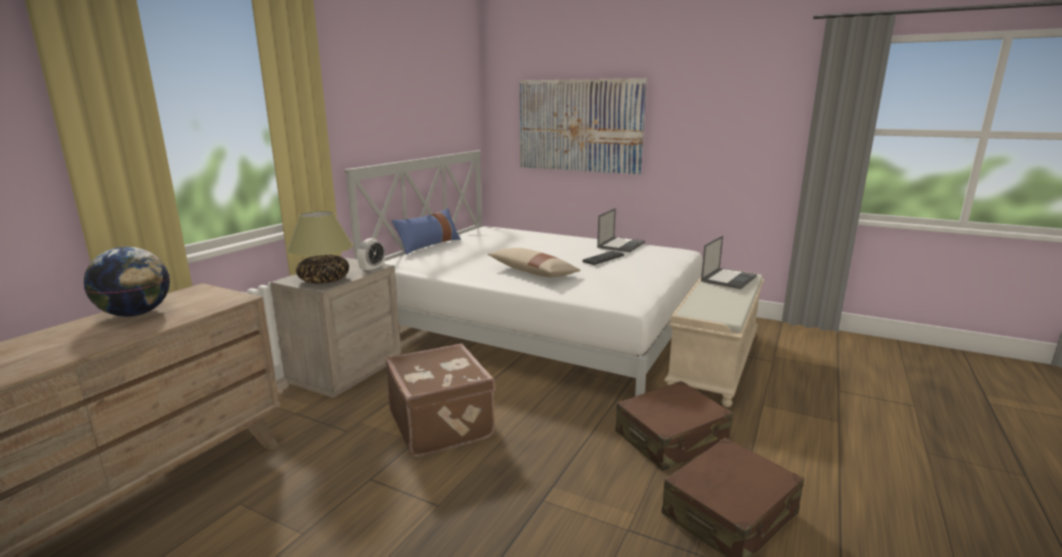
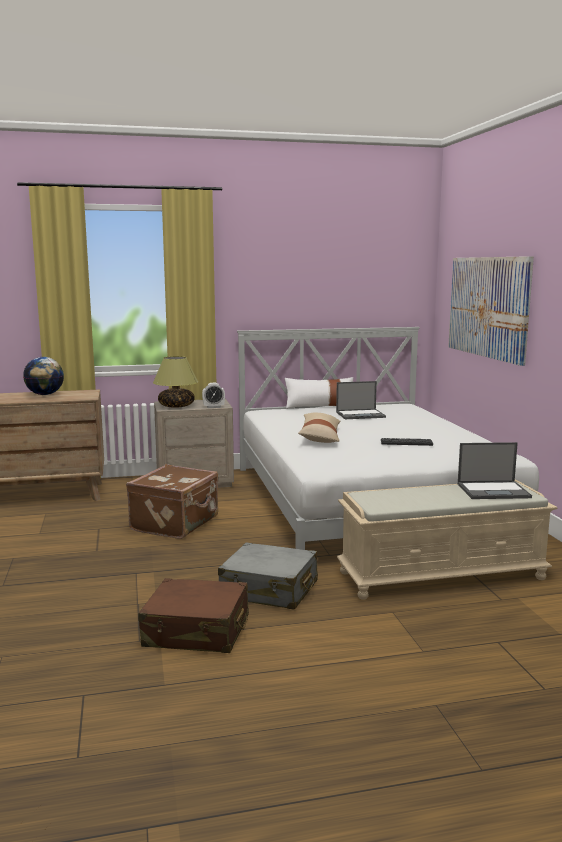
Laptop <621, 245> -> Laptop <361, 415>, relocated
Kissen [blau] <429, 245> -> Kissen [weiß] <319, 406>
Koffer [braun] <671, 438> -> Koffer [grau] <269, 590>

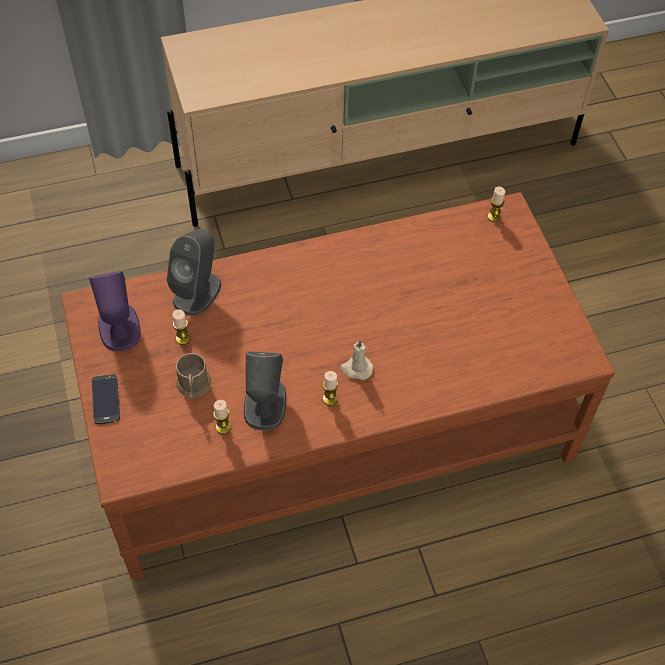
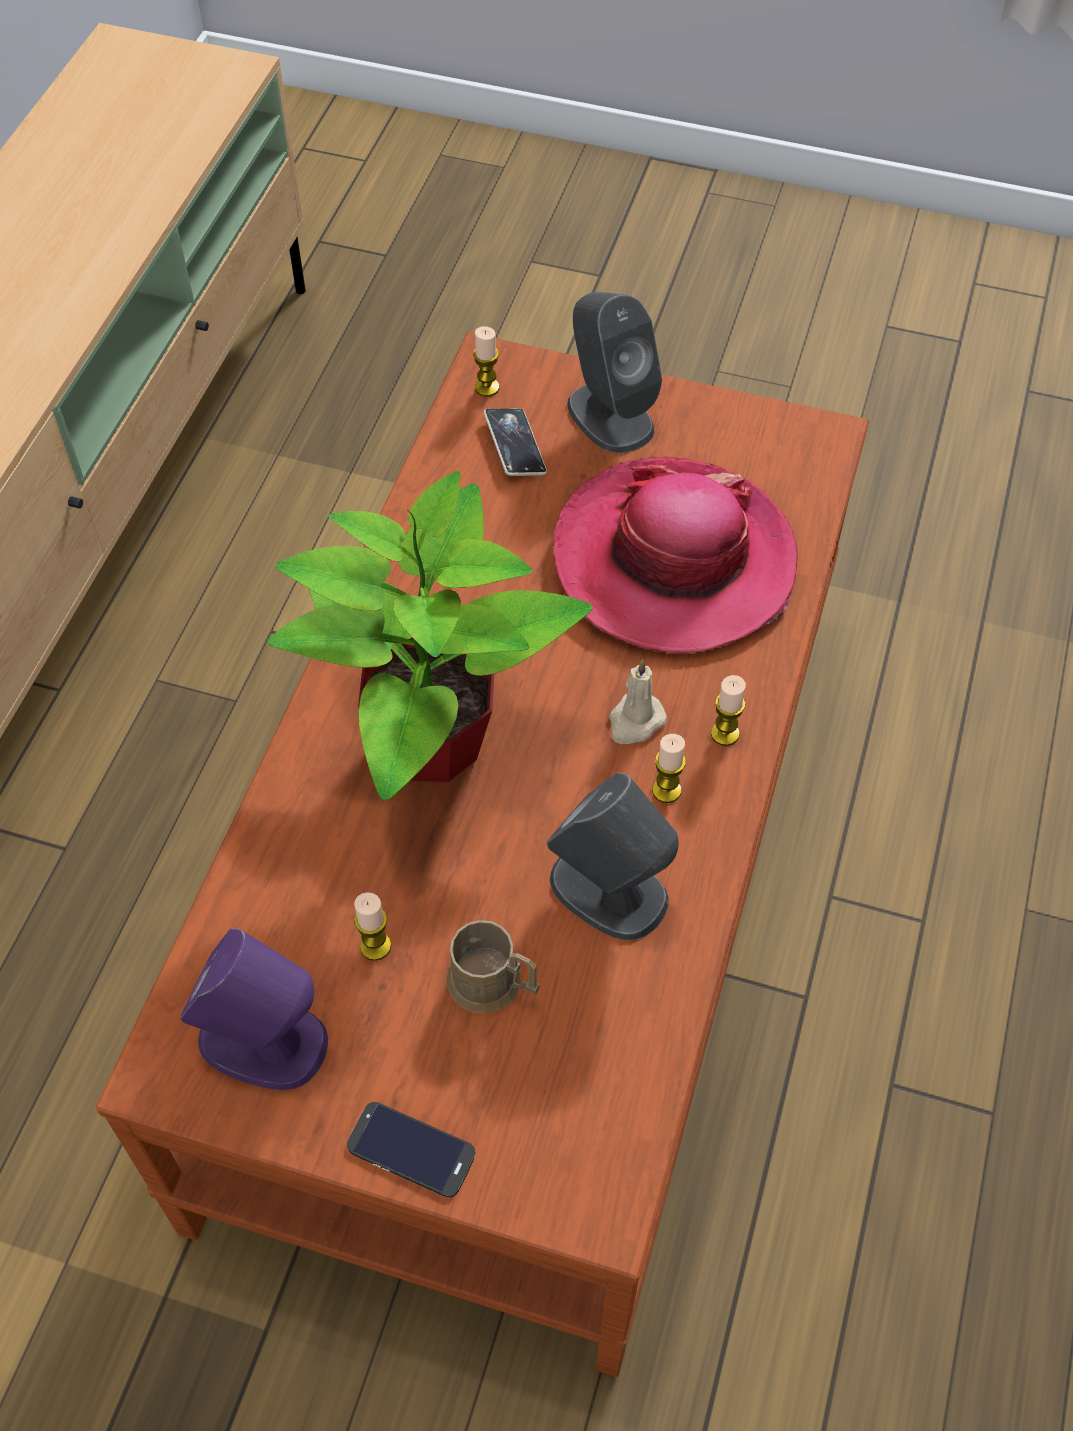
none -> Topfpflanze <429, 743>
none -> Handy <515, 446>
none -> Hut <674, 561>
Lautsprecher [grau] <197, 292> -> Lautsprecher [grau] <609, 415>, relocated
Kerze <223, 427> -> Kerze <724, 733>, relocated

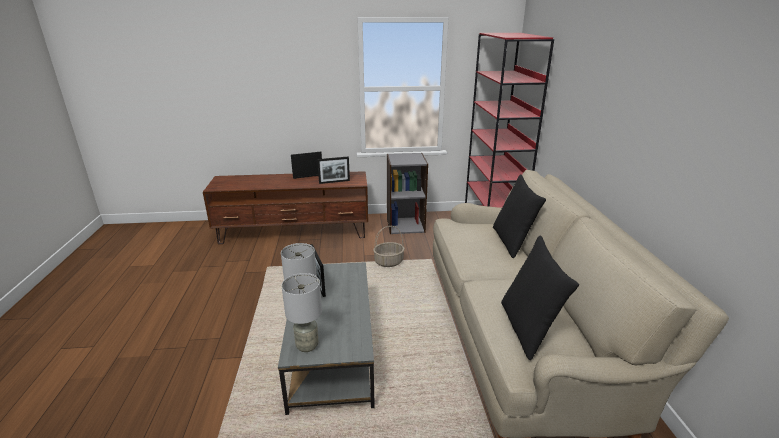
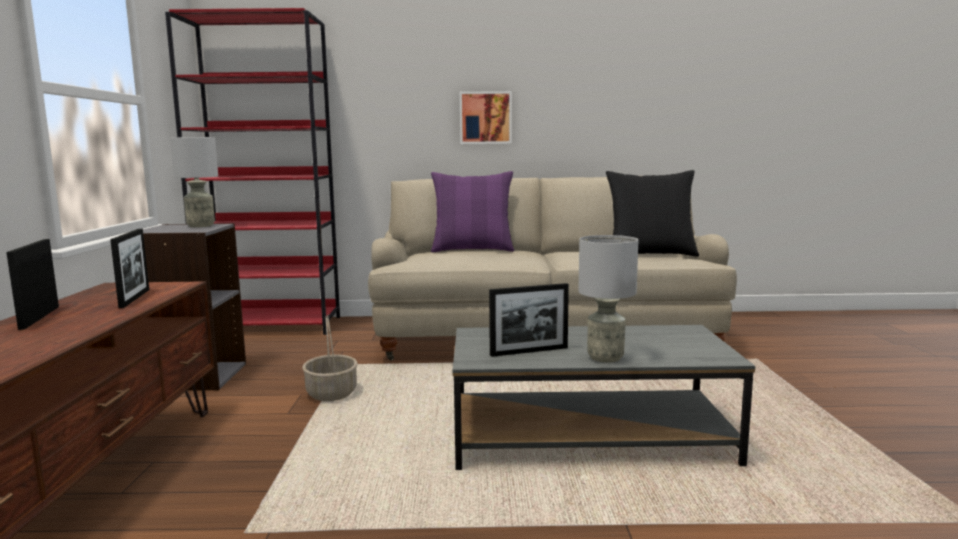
none -> Bild <485, 118>
Tischlampe [grau] <307, 345> -> Tischlampe [grau] <200, 226>, relocated
Kissen [schwarz] <511, 242> -> Kissen [lila] <472, 250>

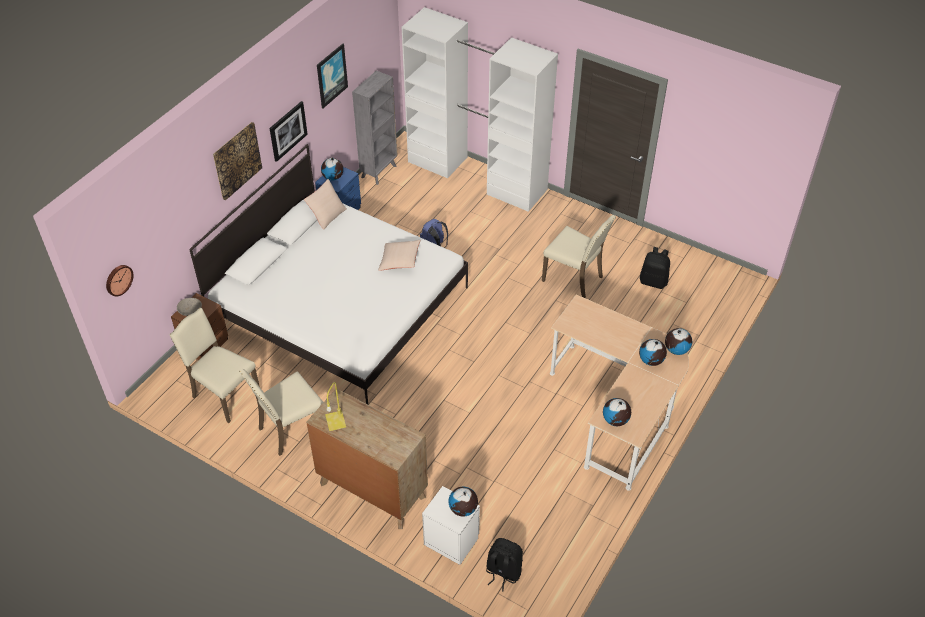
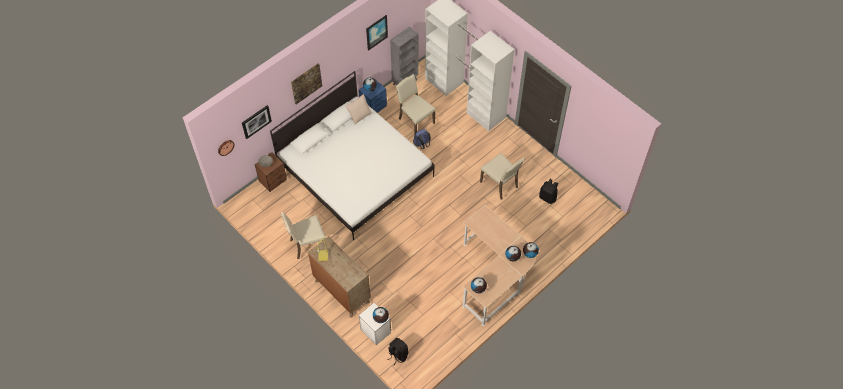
Kissen [beige] <399, 260> -> none
Stuhl [beige] <224, 394> -> Stuhl [beige] <415, 121>, relocated
Bild <287, 131> -> Bild <256, 121>, relocated

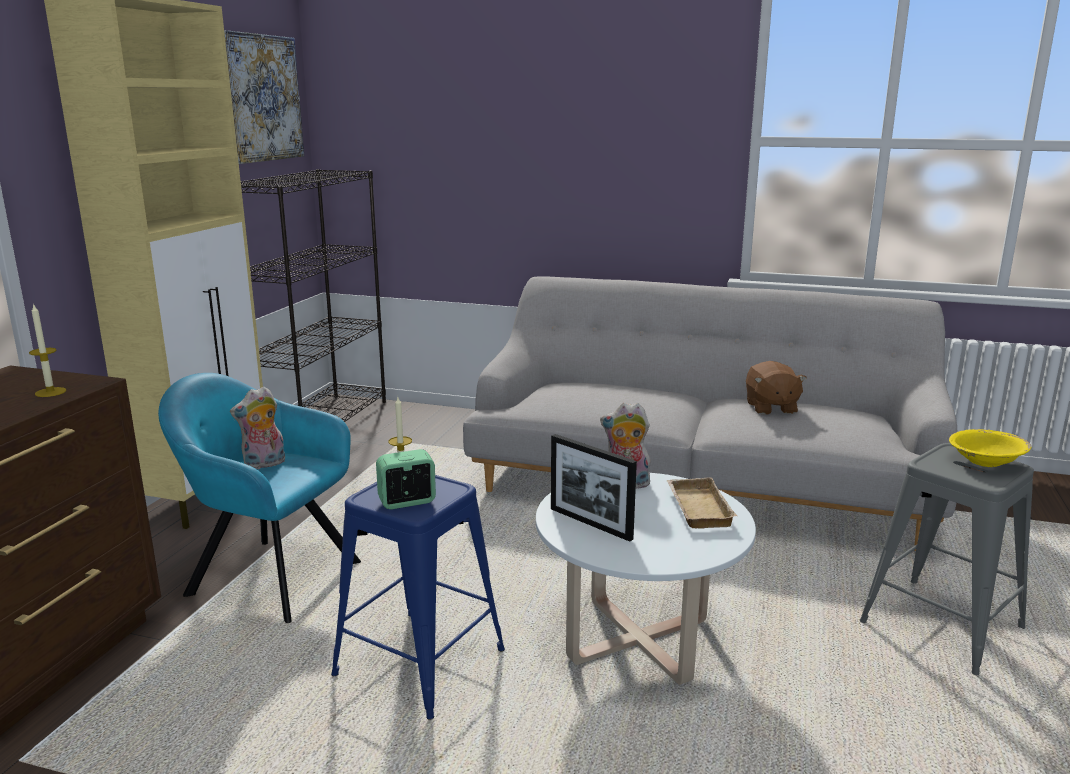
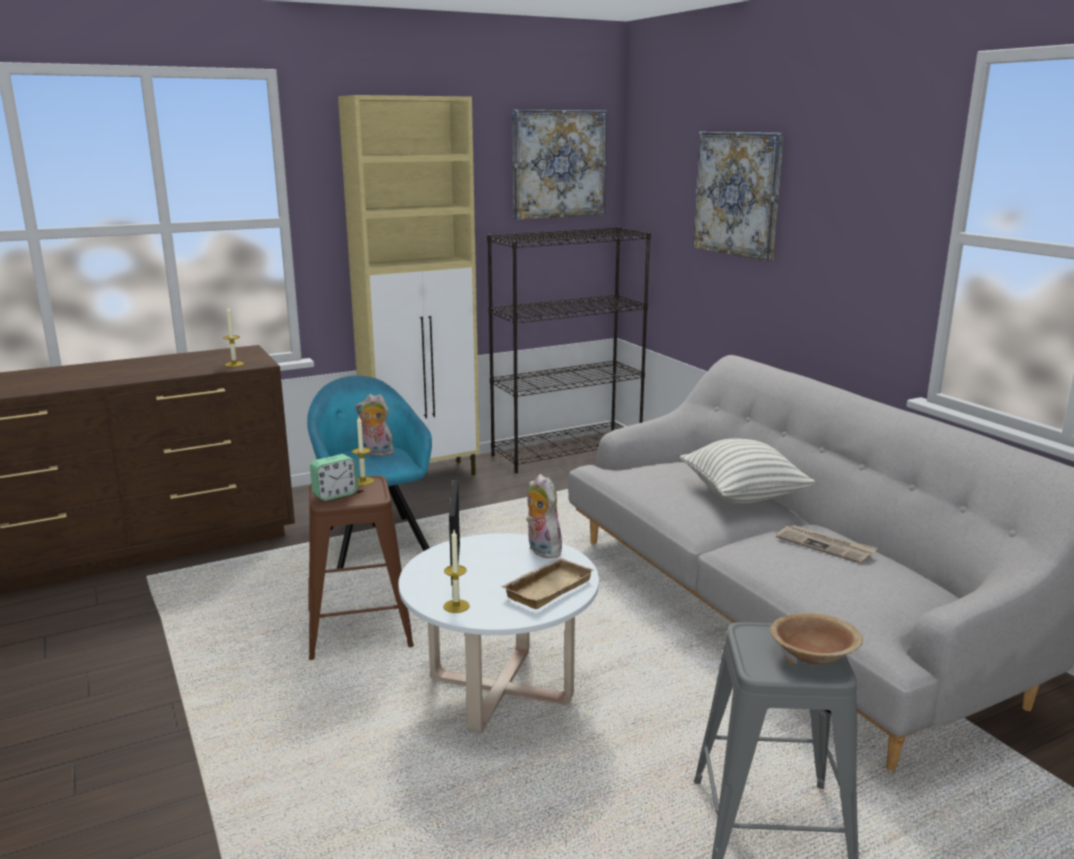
none -> Kerze <456, 606>
none -> Kissen <743, 496>
none -> Bild <737, 194>
Plüschtier [braun] <770, 407> -> Zeitung <825, 546>
Hocker [blau] <420, 662> -> Hocker [braun] <359, 627>
Schüssel [gelb] <985, 462> -> Schüssel [braun] <813, 656>
Wecker <407, 502> -> Wecker <335, 494>, 120 degrees clockwise

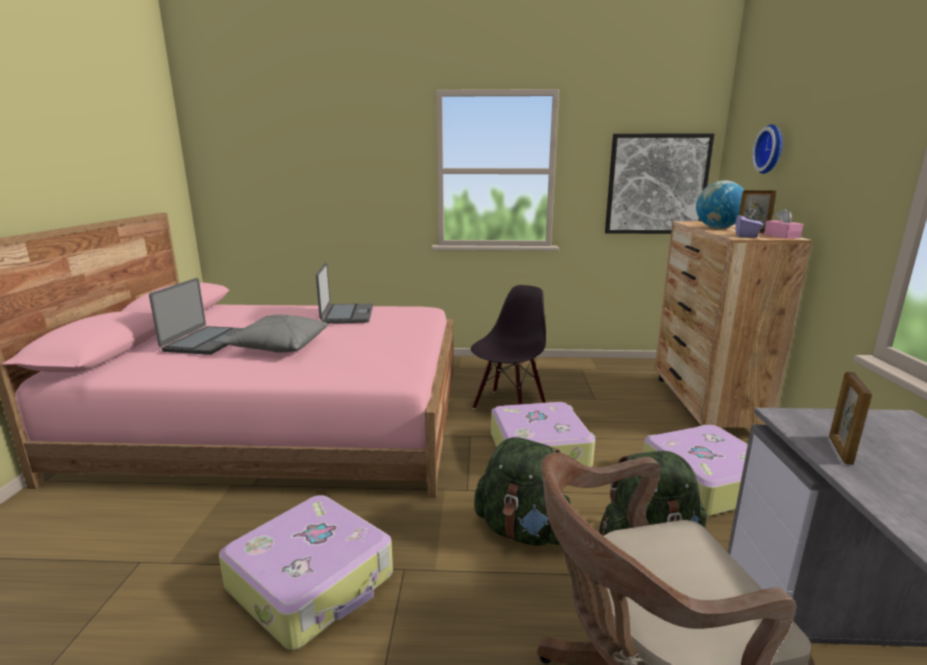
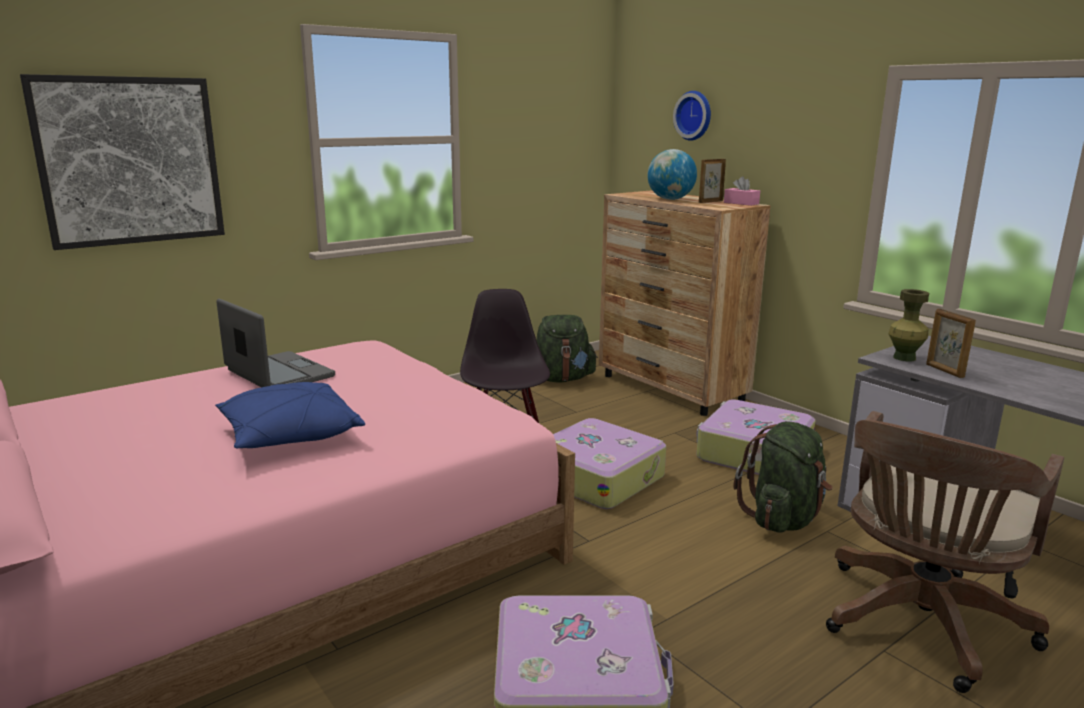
Laptop <207, 341> -> none
Taschentuchbox [lila] <746, 236> -> none
none -> Vase [grün] <904, 358>
Rucksack [grün] <523, 531> -> Rucksack [grün] <561, 379>, relocated
Bild <657, 184> -> Bild <130, 161>, relocated
Kissen [grau] <279, 347> -> Kissen [blau] <289, 436>

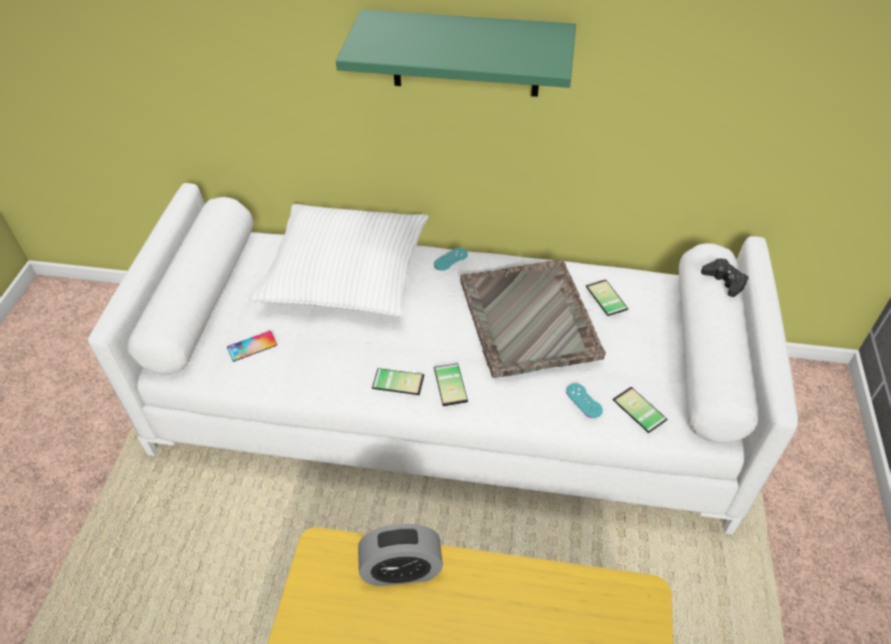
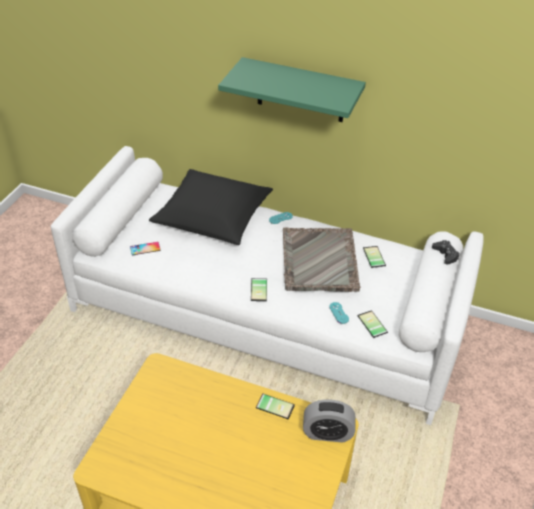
Wecker <401, 570> -> Wecker <327, 433>, relocated
Handy <398, 379> -> Handy <276, 405>, relocated
Kissen [weiß] <345, 273> -> Kissen [schwarz] <213, 216>

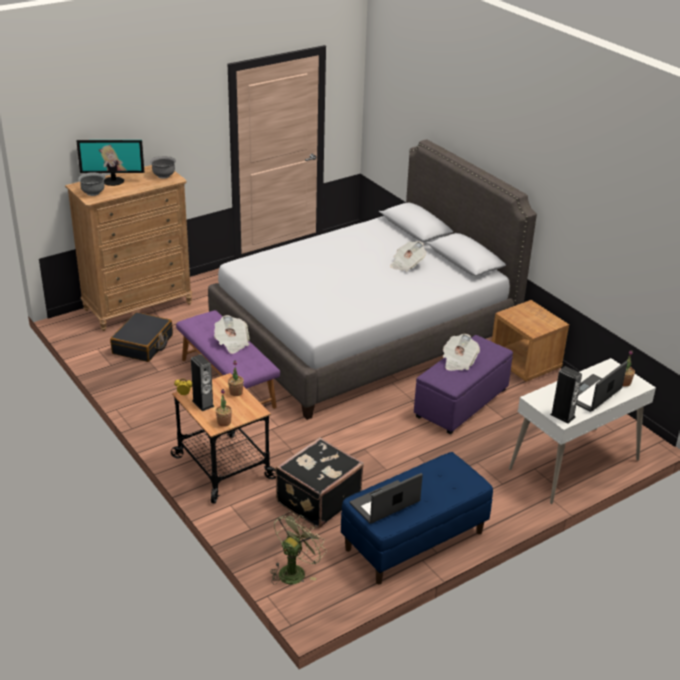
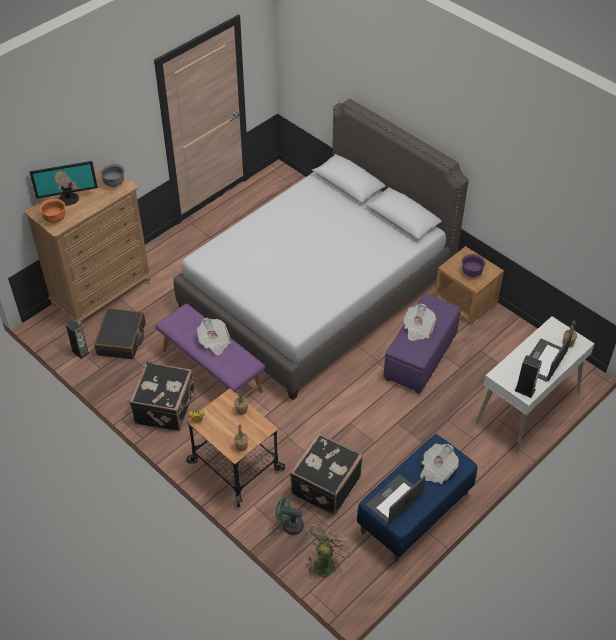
none -> Koffer [schwarz] <166, 408>
none -> Ventilator [grün] <289, 525>
none -> Schüssel [lila] <471, 272>
Lautsprecher <203, 403> -> Lautsprecher <80, 351>, relocated
Zeitung <406, 264> -> Zeitung <437, 469>, relocated
Schüssel [grau] <93, 193> -> Schüssel [orange] <55, 219>

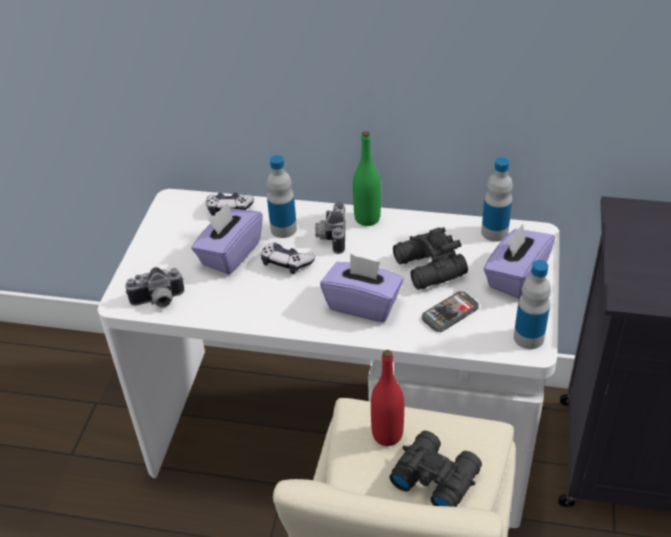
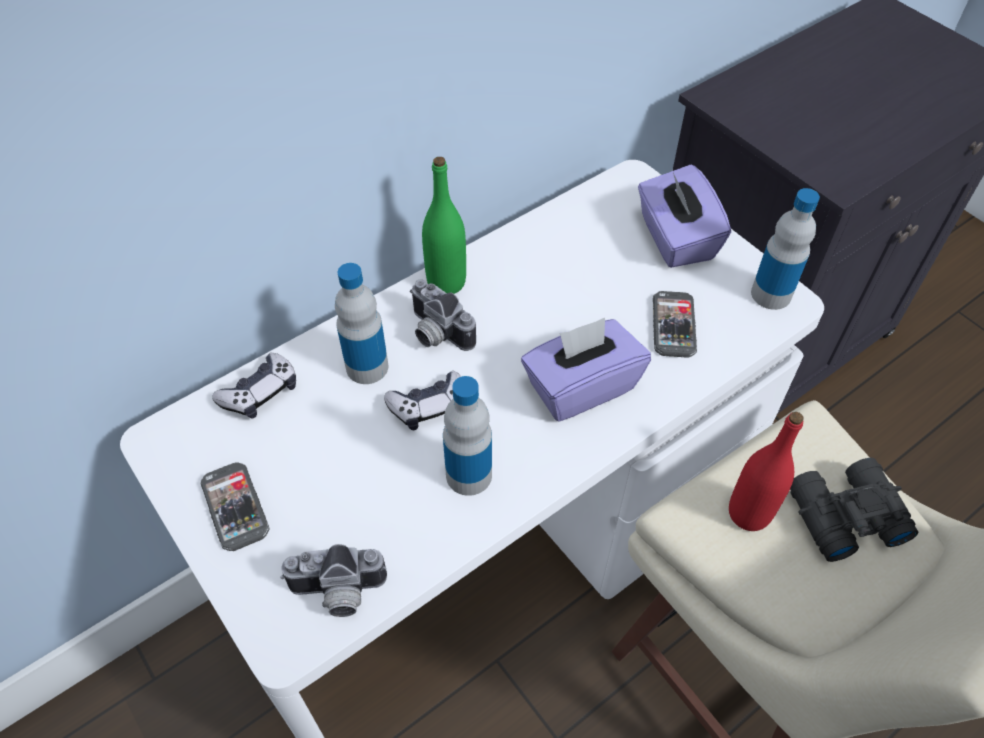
Taschentuchbox [lila] <230, 254> -> none
Fernglas [schwarz] <428, 269> -> none
none -> Handy <235, 507>
Flasche <494, 232> -> Flasche <469, 475>, relocated
Kamera <158, 301> -> Kamera <338, 594>, 60 degrees clockwise

